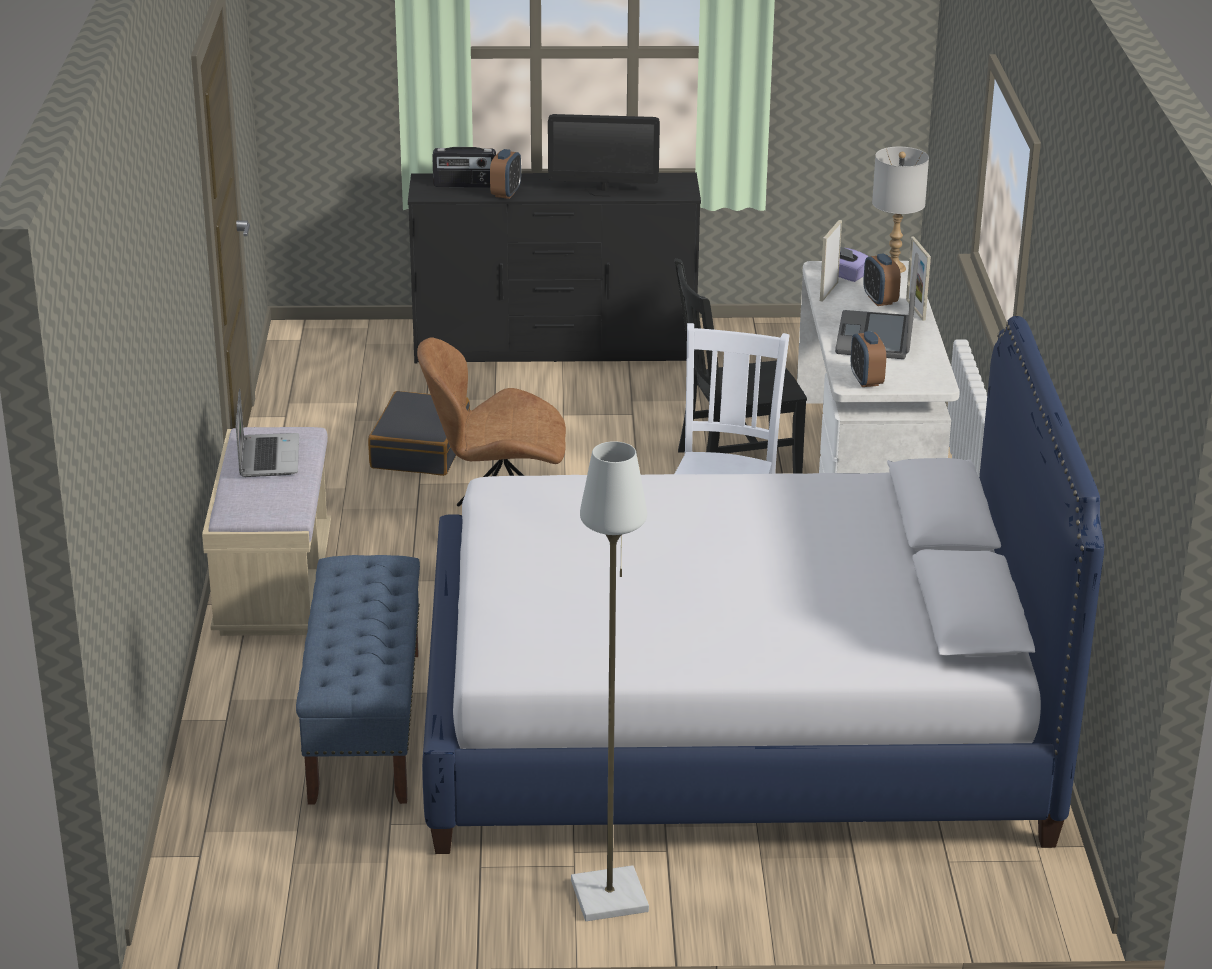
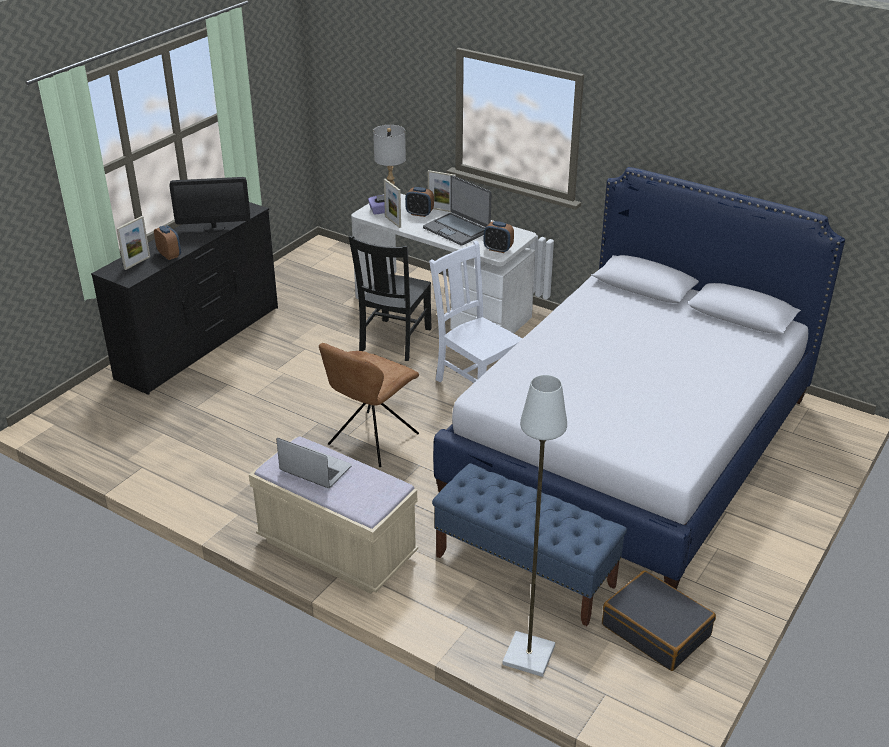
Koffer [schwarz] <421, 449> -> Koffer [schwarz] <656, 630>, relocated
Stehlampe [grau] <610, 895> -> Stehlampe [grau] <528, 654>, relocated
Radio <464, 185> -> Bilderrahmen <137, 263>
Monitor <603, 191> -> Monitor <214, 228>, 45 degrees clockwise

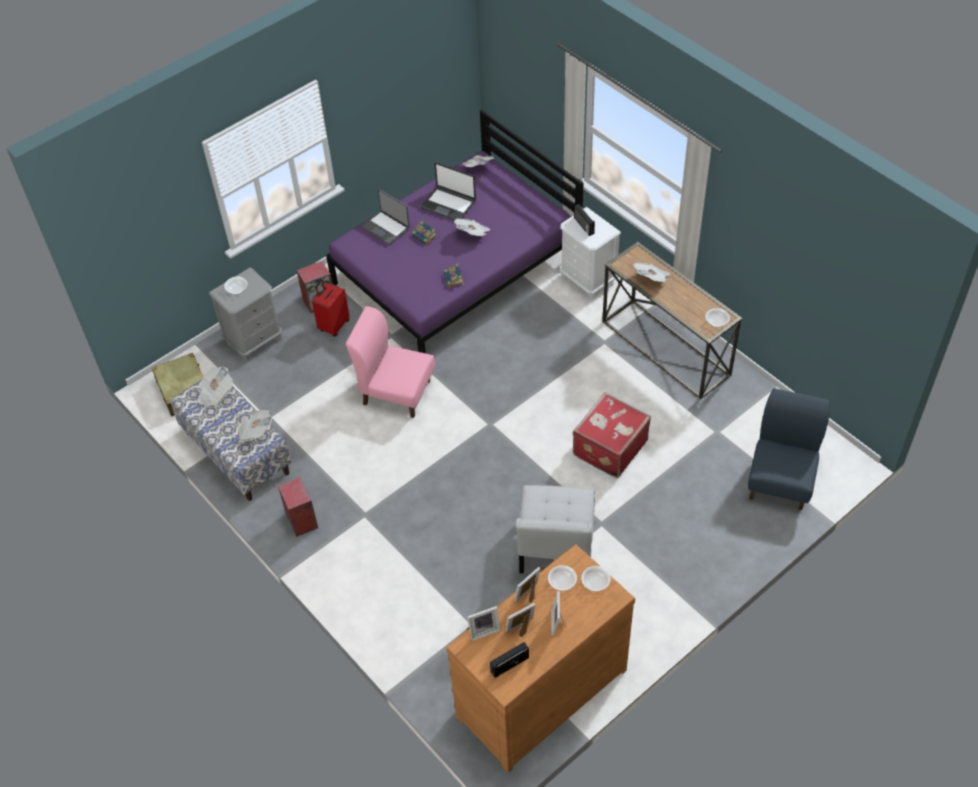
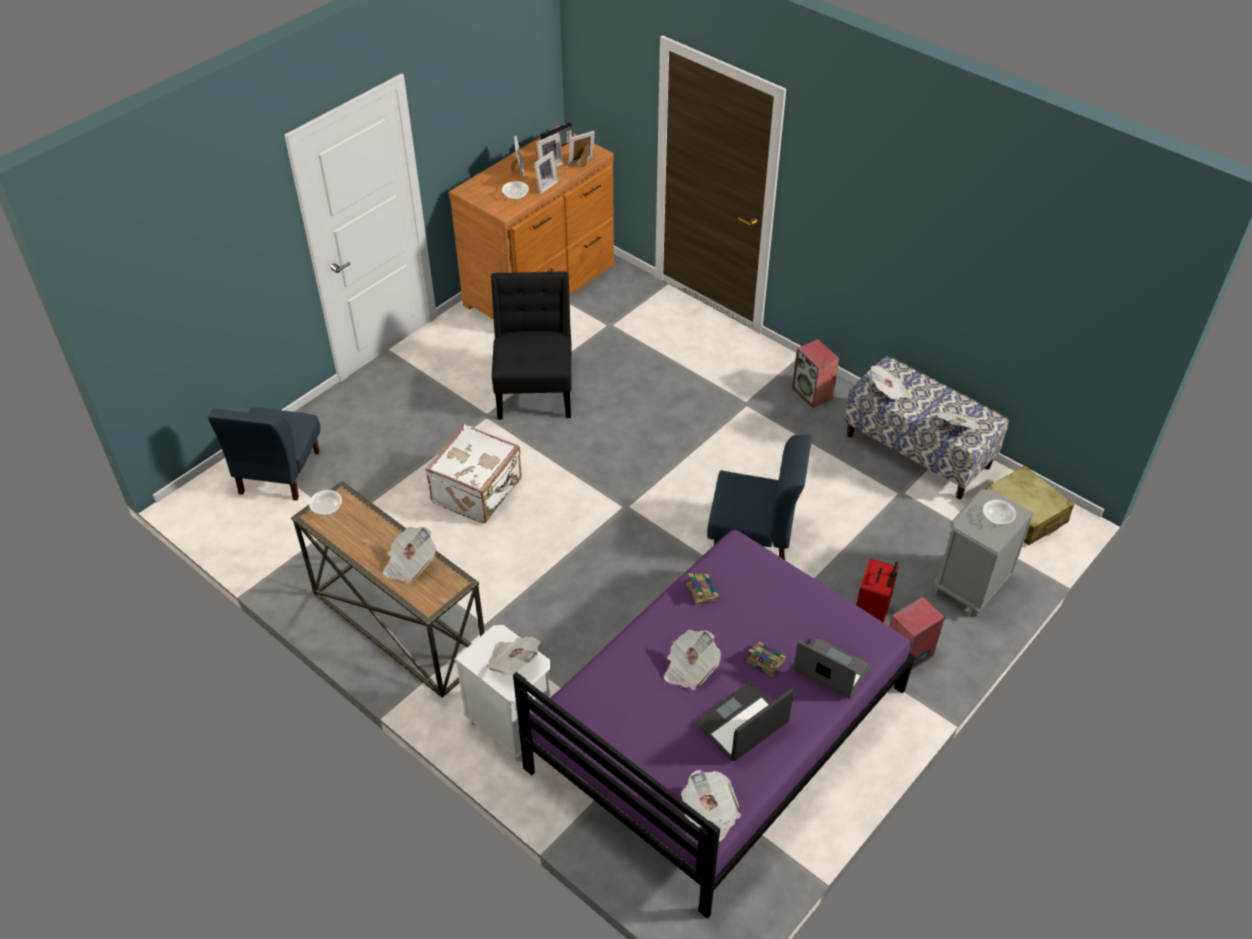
Schüssel <595, 582> -> none
Radio <583, 226> -> Zeitung <513, 663>
Stuhl [rosa] <396, 392> -> Stuhl [blau] <753, 535>
Stuhl [weiß] <555, 550> -> Stuhl [schwarz] <535, 388>
Koffer [rot] <608, 447> -> Koffer [weiß] <478, 491>
Laptop <448, 204> -> Laptop <742, 724>, 60 degrees counterclockwise

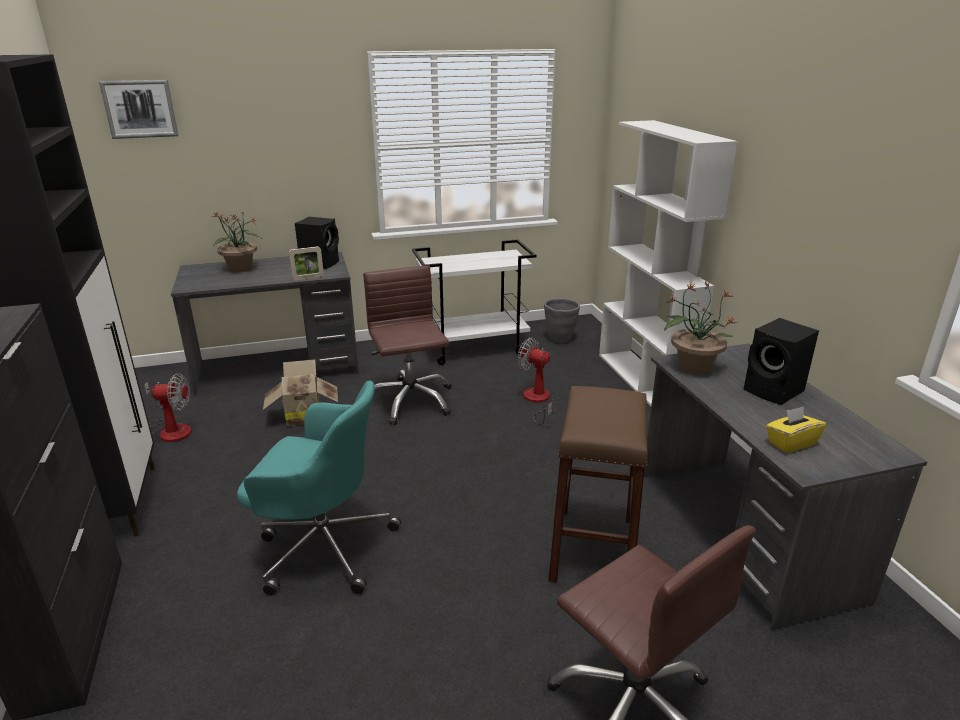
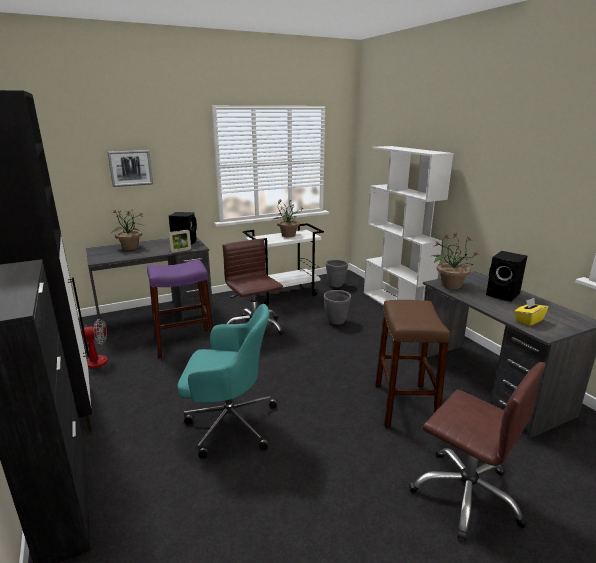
none -> Topfpflanze <288, 235>
Bild <140, 109> -> Bild <130, 168>, relocated
Karton <302, 415> -> Hocker [lila] <184, 342>
Ventilator <538, 401> -> Pflanzkübel [grau] <336, 322>

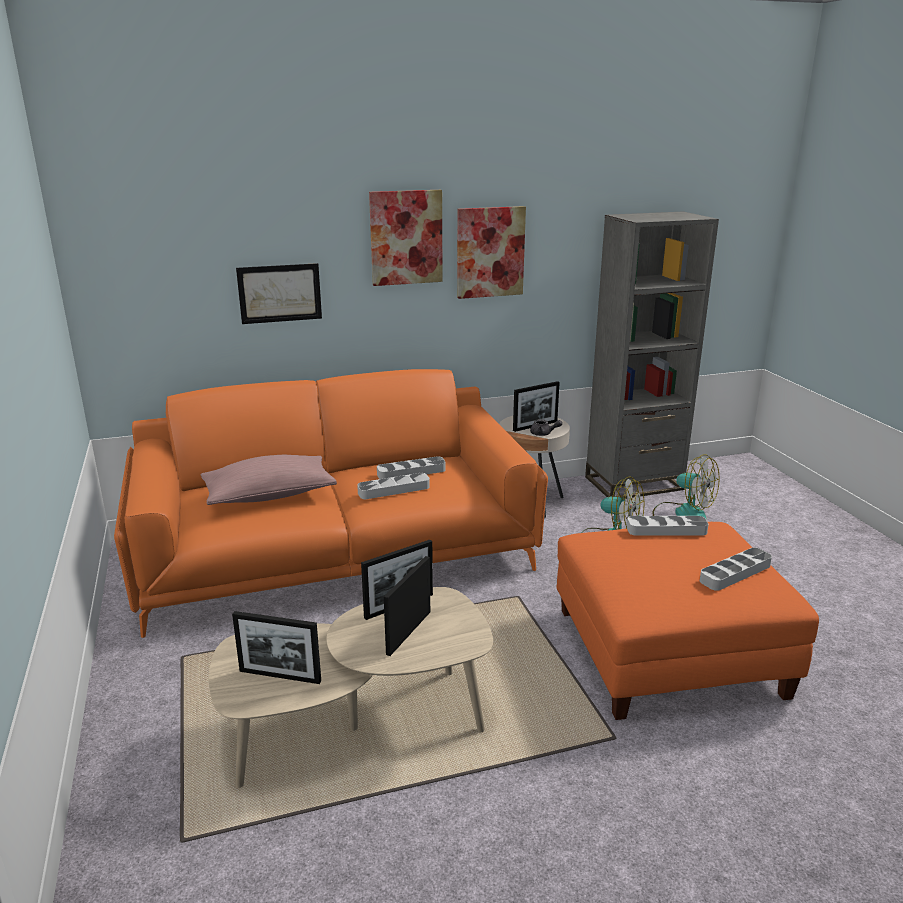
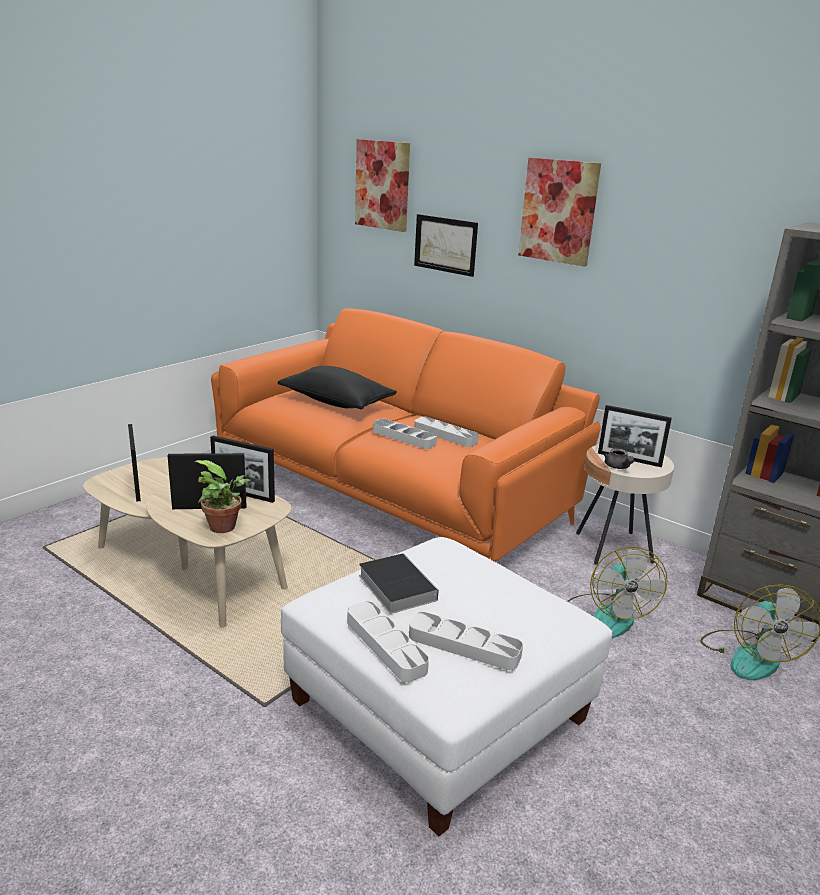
none -> Topfpflanze <226, 528>
none -> Buch <395, 586>
Bild <490, 252> -> Bild <382, 185>, relocated
Tablett [grau] <666, 530> -> Tablett [grau] <385, 645>, relocated
Kissen [rosa] <269, 495> -> Kissen [schwarz] <336, 402>
Polsterhocker [orange] <668, 650> -> Polsterhocker [weiß] <440, 709>

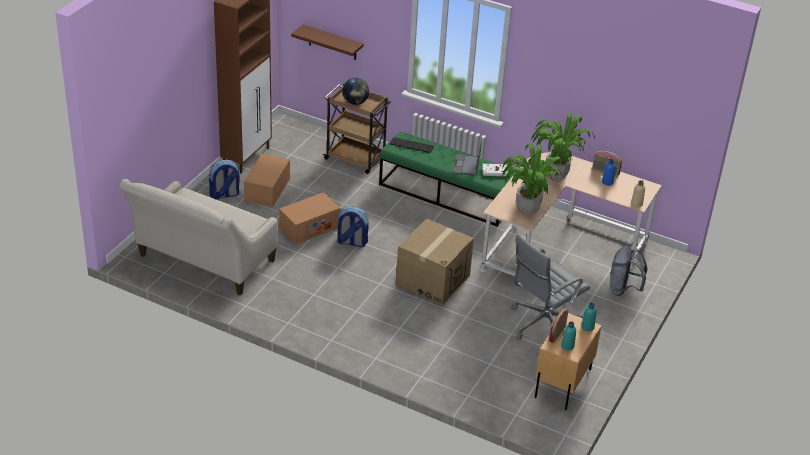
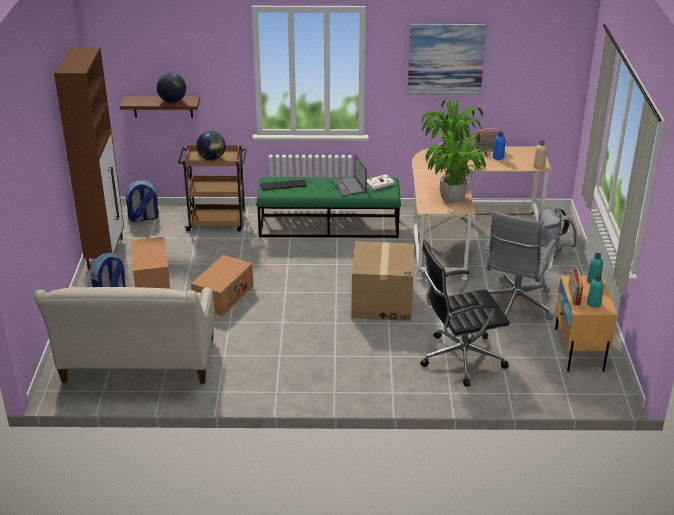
none -> Globus <172, 101>
none -> Bild <446, 59>
none -> Bürostuhl [schwarz] <459, 358>
Rucksack <351, 242> -> Rucksack <143, 218>, relocated

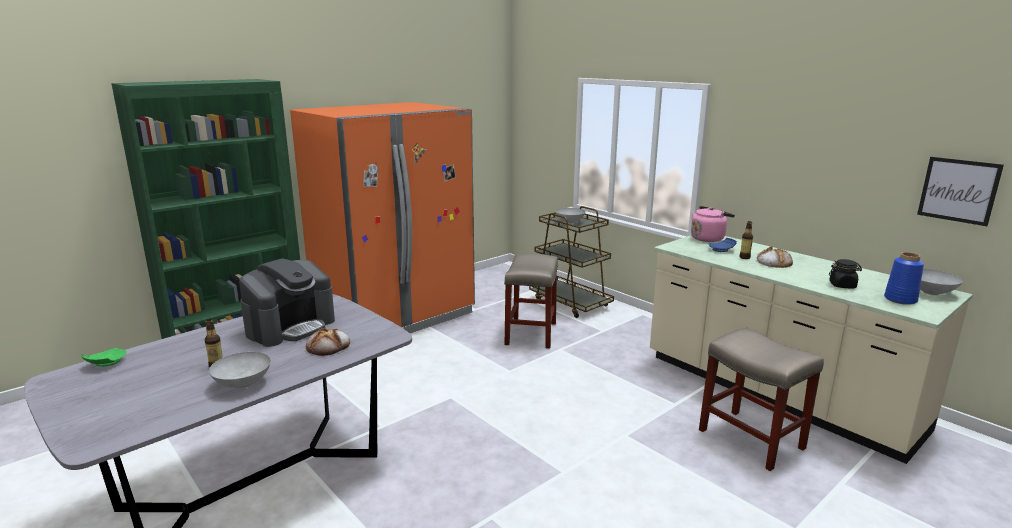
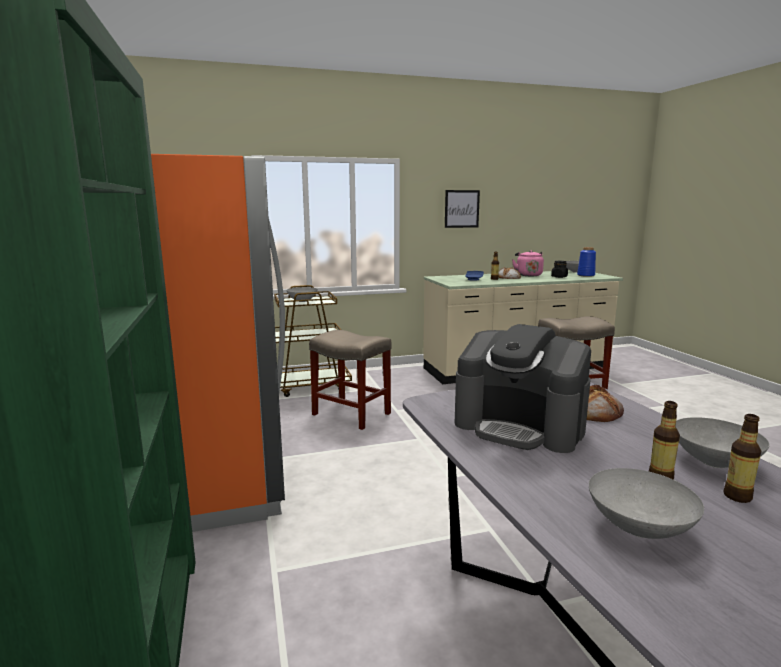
Teller [grün] <105, 363> -> none
none -> Schüssel [grau] <637, 528>
none -> Flasche <737, 496>
Wasserkessel [rosa] <708, 238> -> Wasserkessel [rosa] <528, 275>, relocated
Bild <958, 190> -> Bild <461, 209>, relocated
Kaffeemaschine <291, 327> -> Kaffeemaschine <520, 426>, 150 degrees clockwise

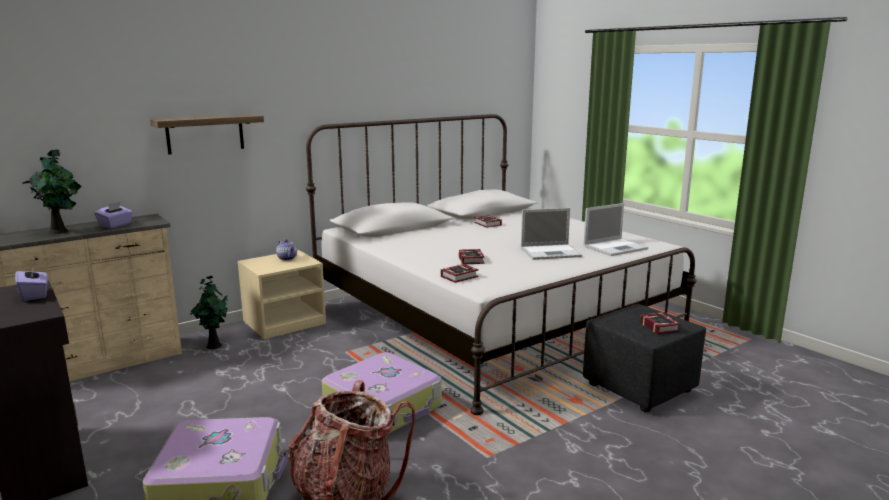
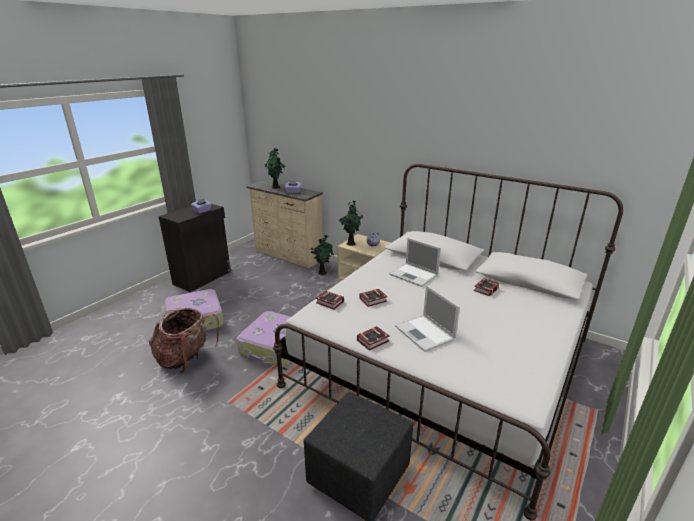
Wandregal <205, 134> -> none
none -> Topfpflanze <351, 243>
Laptop <616, 247> -> Laptop <414, 275>, relocated
Buch <659, 326> -> Buch <374, 340>, relocated

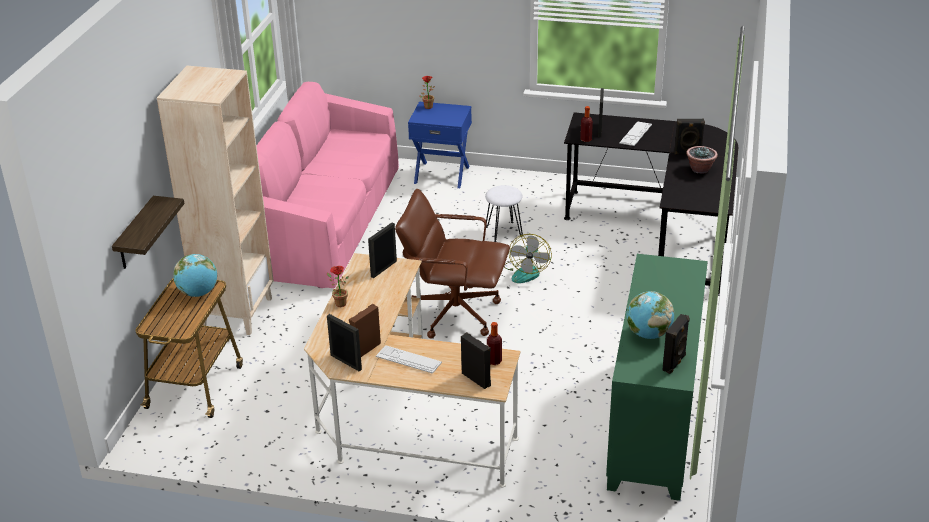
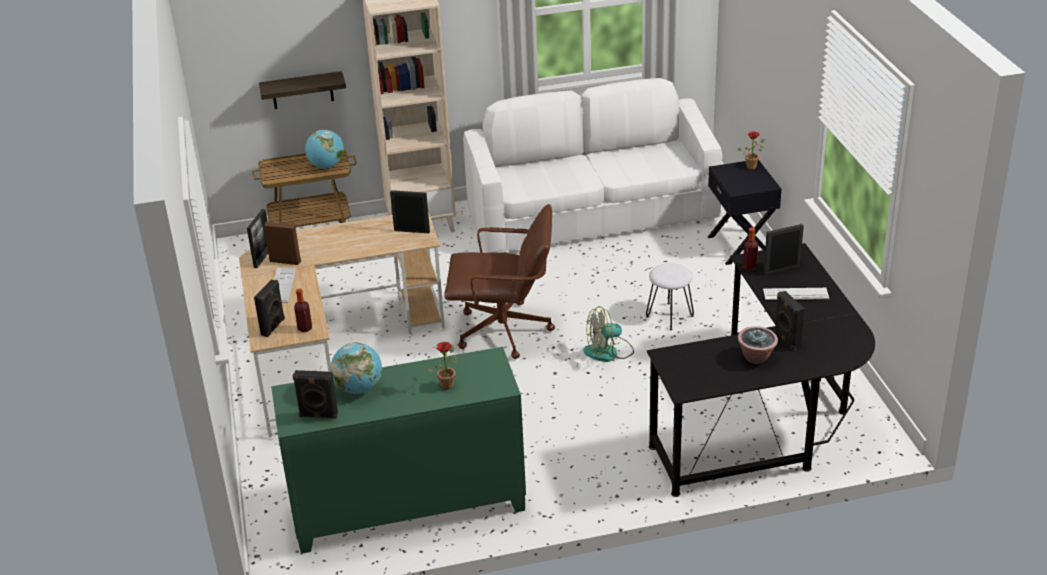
Topfpflanze <338, 303> -> Topfpflanze <447, 384>, relocated
Sofa [rosa] <328, 223> -> Sofa [weiß] <593, 216>
Nachttisch [blau] <442, 174> -> Nachttisch [schwarz] <741, 246>
Bürostuhl [braun] <454, 313> -> Bürostuhl [braun] <504, 331>, 105 degrees clockwise

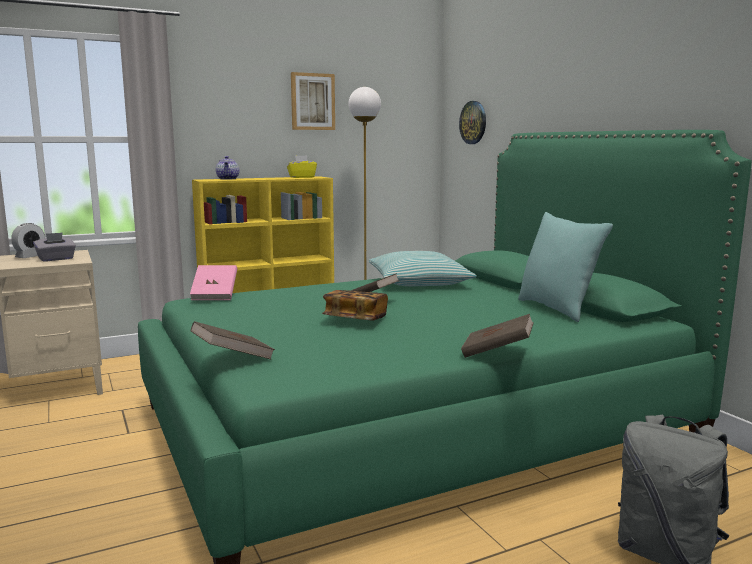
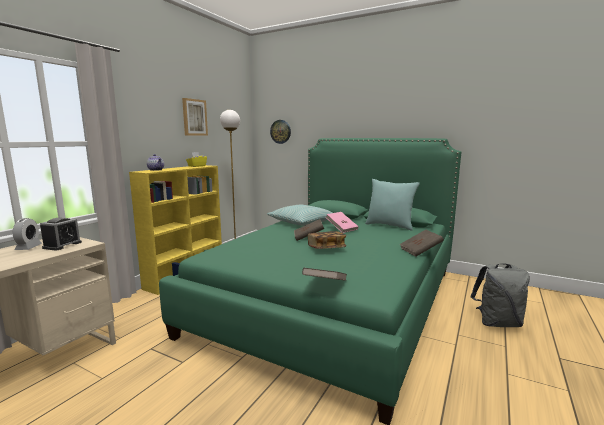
Buch [rosa] <215, 295> -> Buch [rosa] <341, 229>, relocated
Taschentuchbox [grau] <56, 259> -> Wecker <62, 245>

